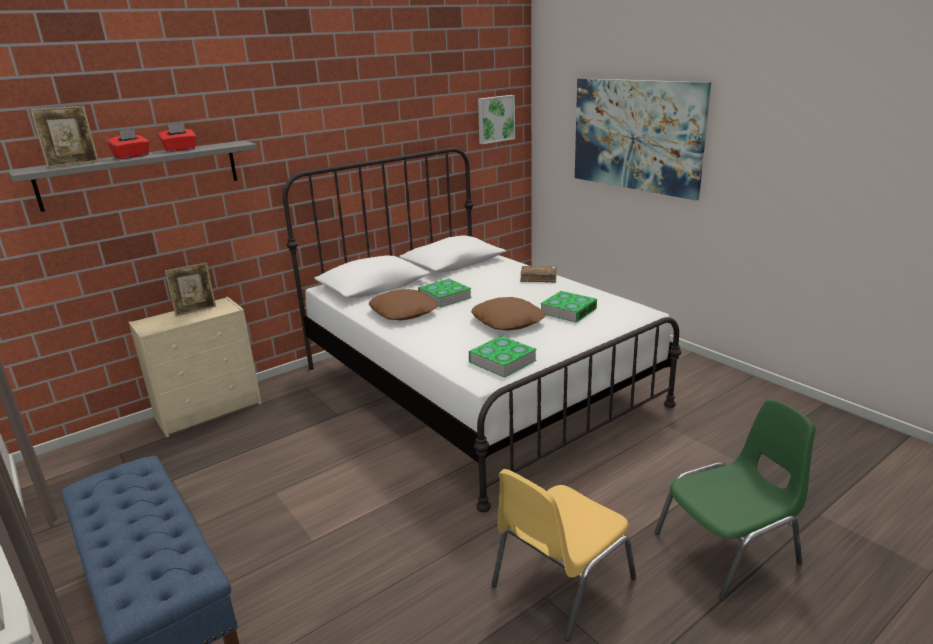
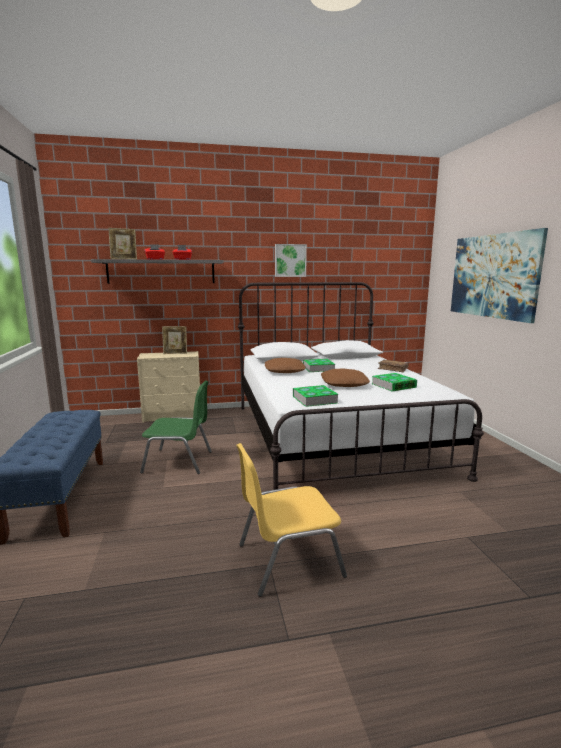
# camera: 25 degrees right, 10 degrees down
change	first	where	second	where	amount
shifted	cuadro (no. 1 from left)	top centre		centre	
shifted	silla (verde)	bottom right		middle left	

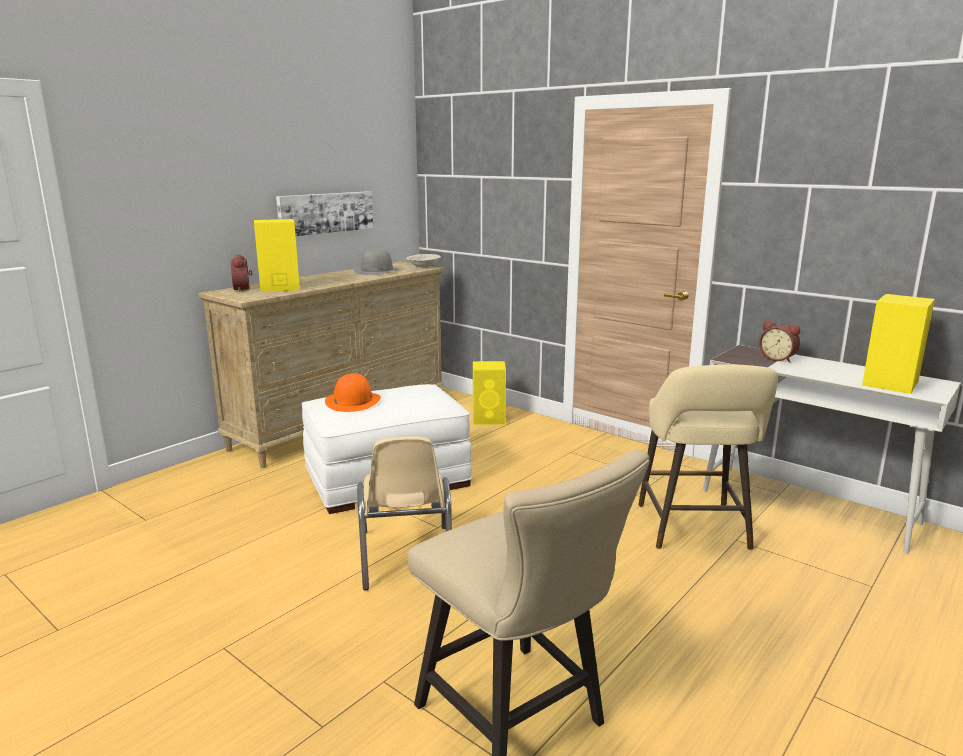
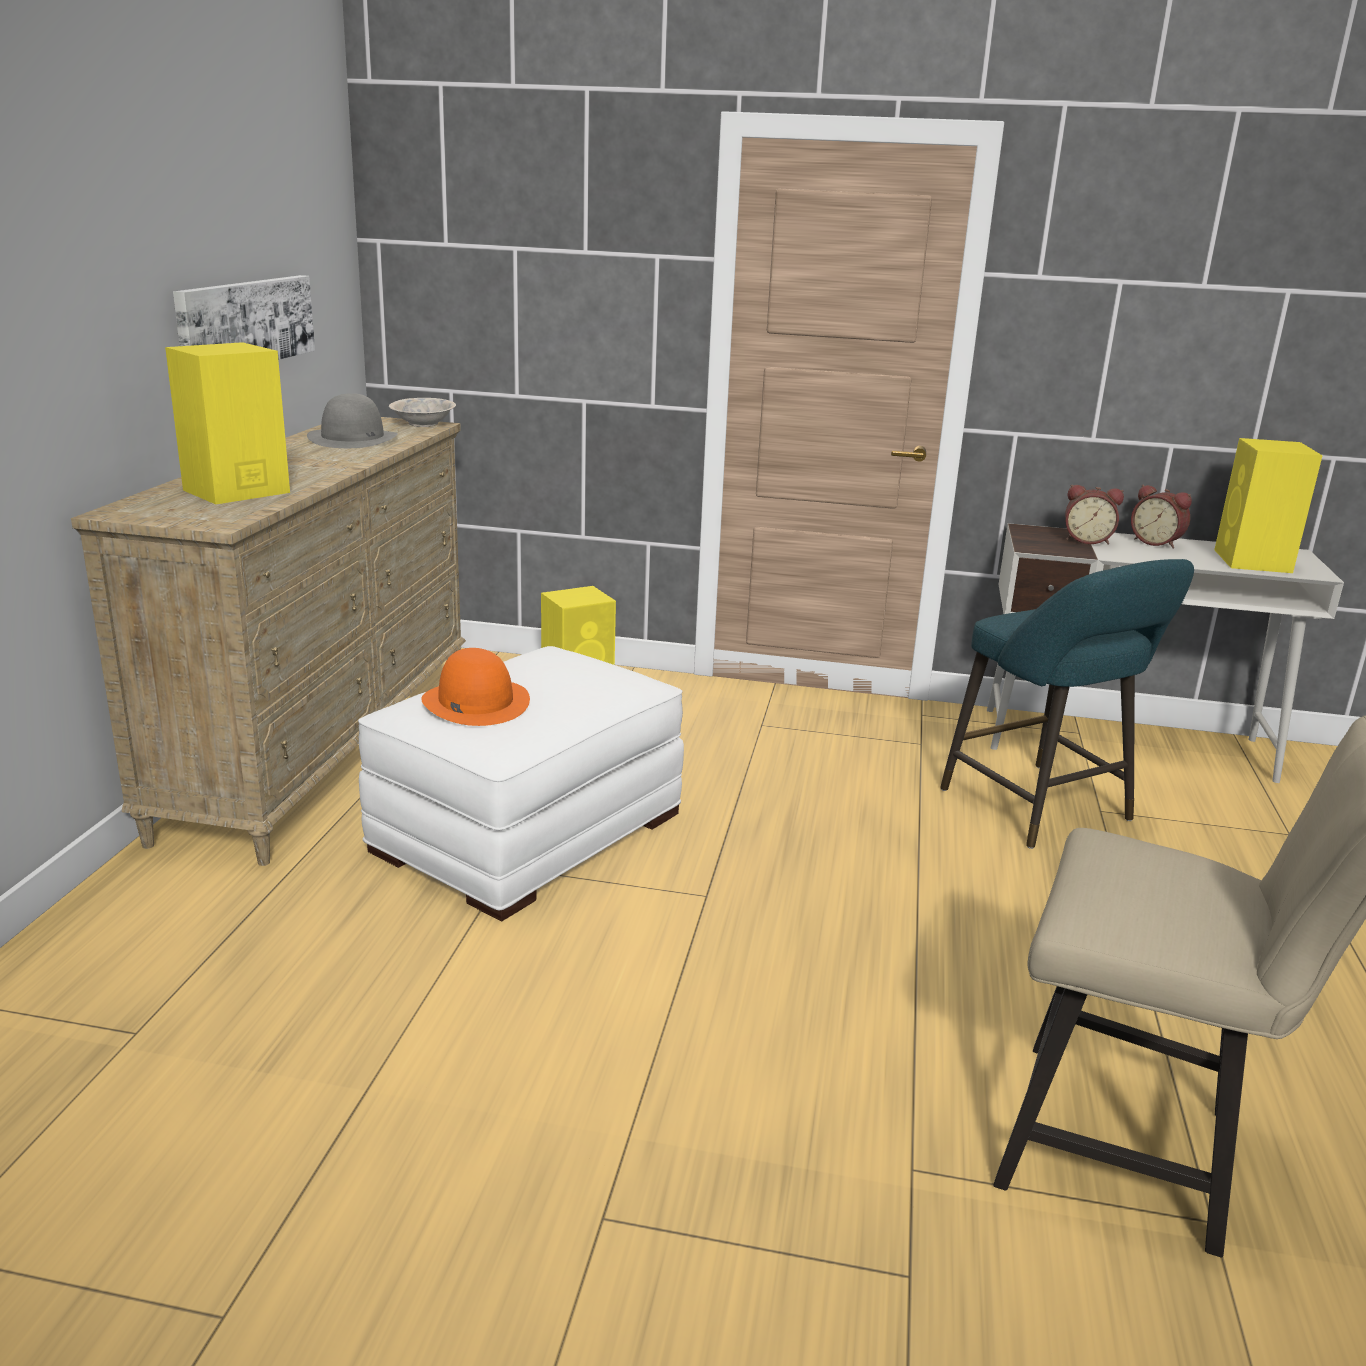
# camera: 30 degrees left, 5 degrees up
change	first	where	second	where	amount
gone	silla (beis) (no. 1 from left)	bottom centre			
shifted	despertador (no. 1 from left in the first image)	middle left	despertador (no. 2 from left)	middle right	
repainted	taburete (beis)	middle right	taburete (turquesa)	middle right	

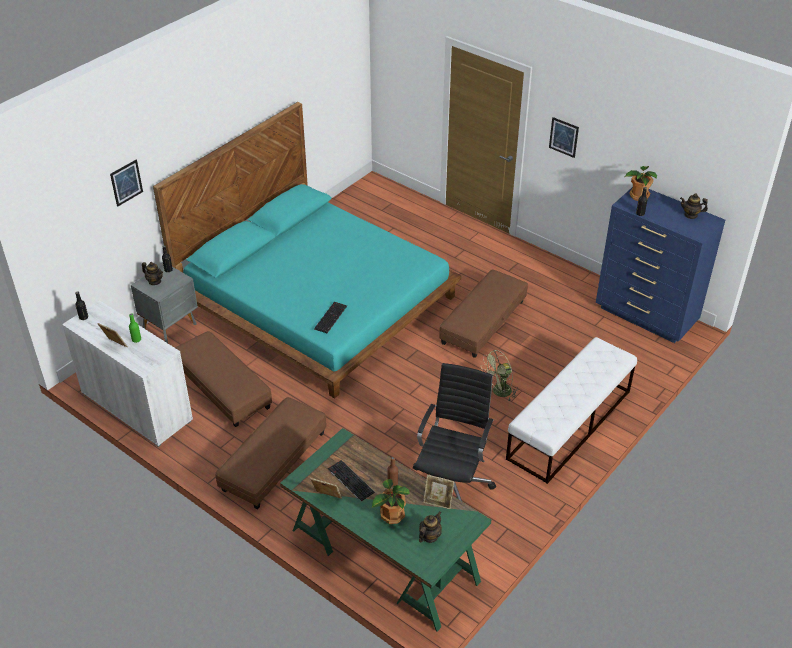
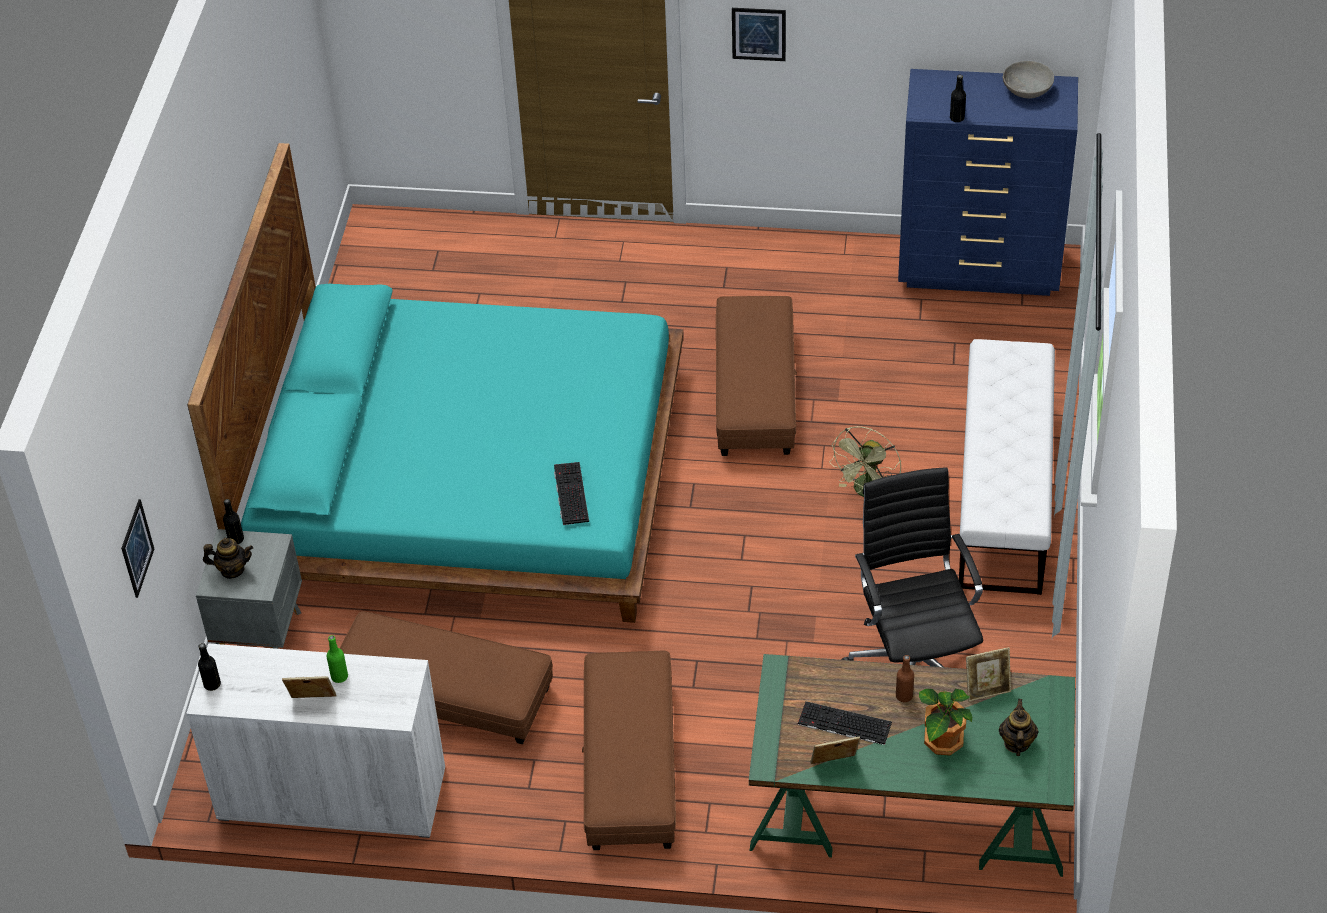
# camera: 30 degrees left, 5 degrees up
change	first	where	second	where	amount
gone	planta en maceta (no. 2 from left)	top right			
shifted	cuadro (no. 1 from left)	top left		middle left	
swapped	tetera (no. 3 from left)	top right	cuenco (gris)	top right	

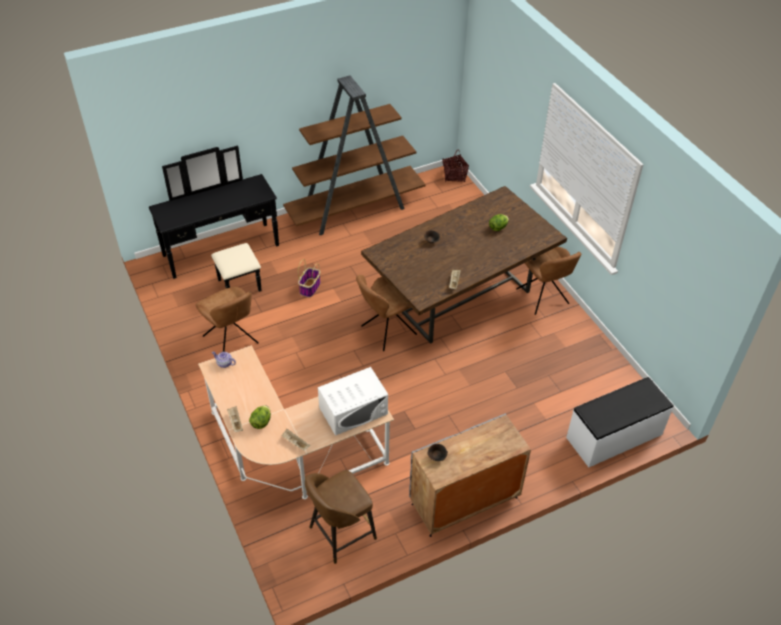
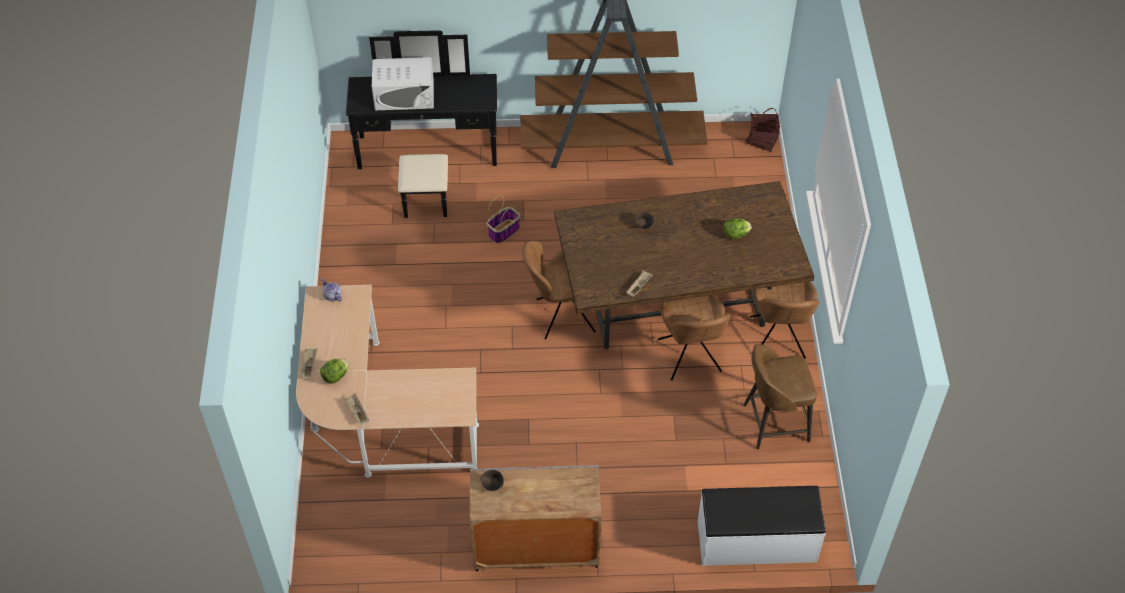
# camera: 25 degrees right, 5 degrees up
change	first	where	second	where	amount
shifted	silla (marrón) (no. 1 from left in the first image)	middle left	silla (marrón) (no. 2 from left)	centre	
shifted	taburete (marrón)	bottom centre		bottom right	
shifted	microondas (blanco)	centre		top centre	

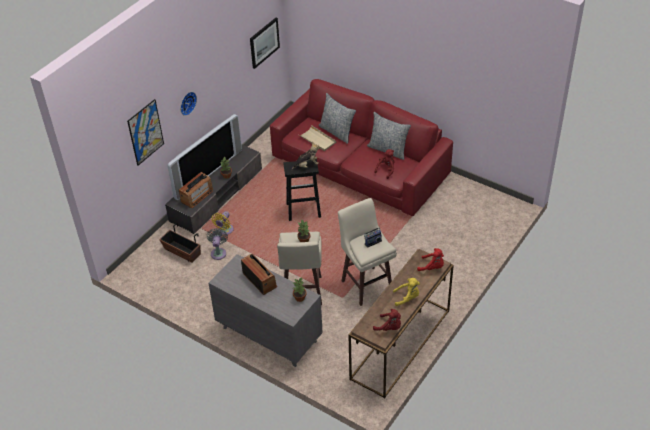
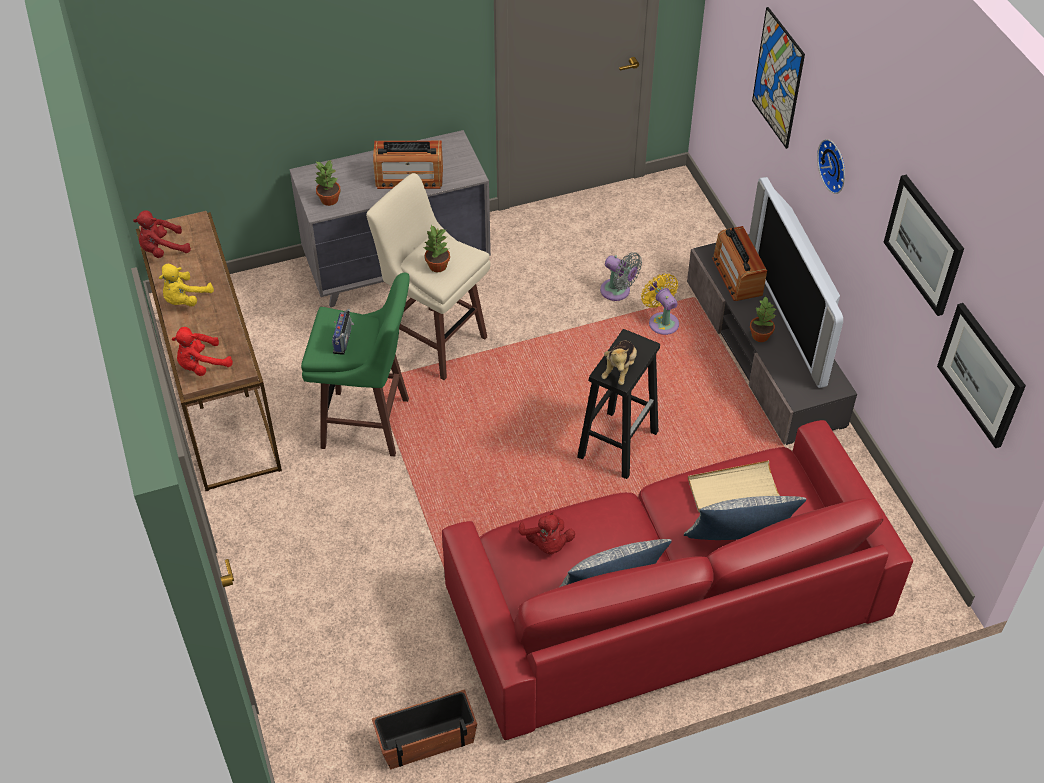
# camera: 125 degrees right, 5 degrees up
change	first	where	second	where	amount
new			cuadro (no. 2 from left)	top right	
shifted	maceta	middle left		bottom centre	
repainted	taburete (beis) (no. 2 from left)	centre	taburete (verde)	centre	

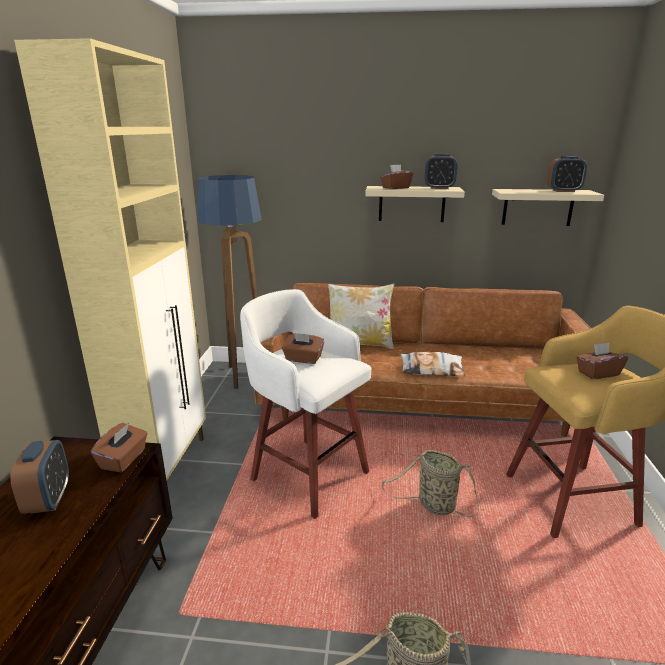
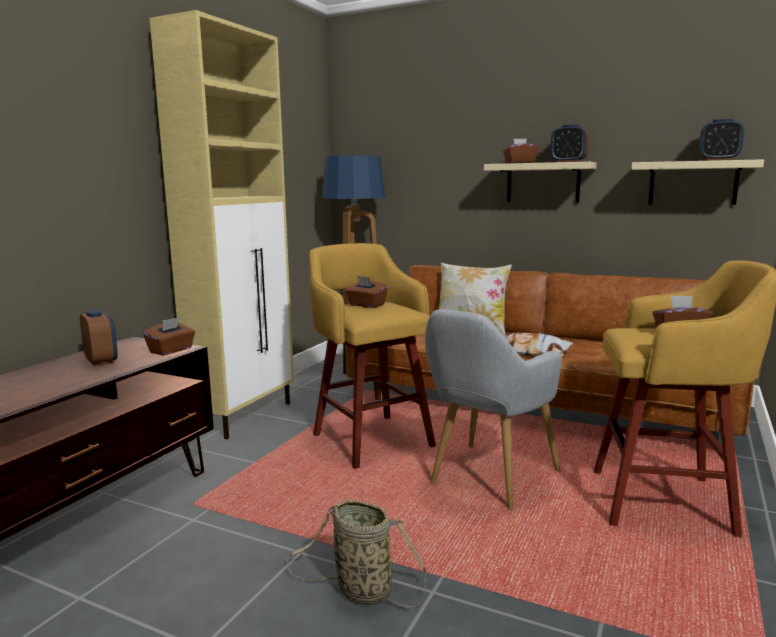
# camera: 20 degrees right, 10 degrees down
change	first	where	second	where	amount
swapped	cesta (no. 2 from left)	bottom centre	sillón (gris)	centre	
repainted	taburete (blanco)	centre	taburete (amarillo) (no. 1 from left)	centre	
rotated	despertador (no. 1 from left)	bottom left		middle left	45 degrees counterclockwise

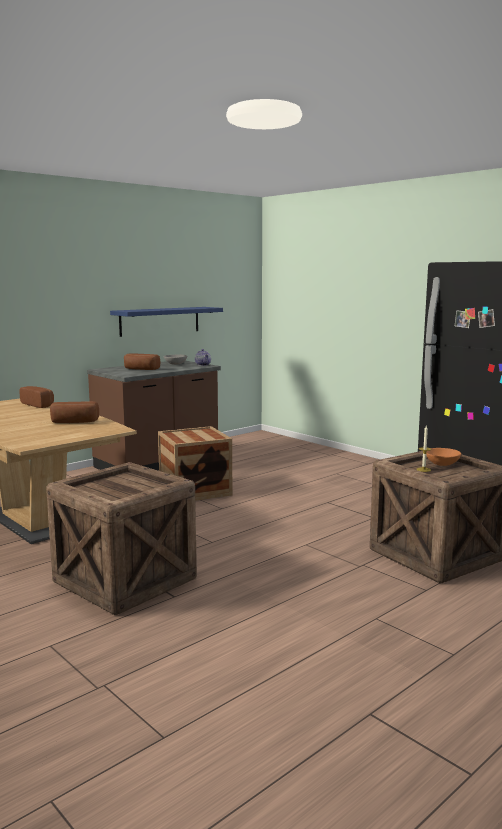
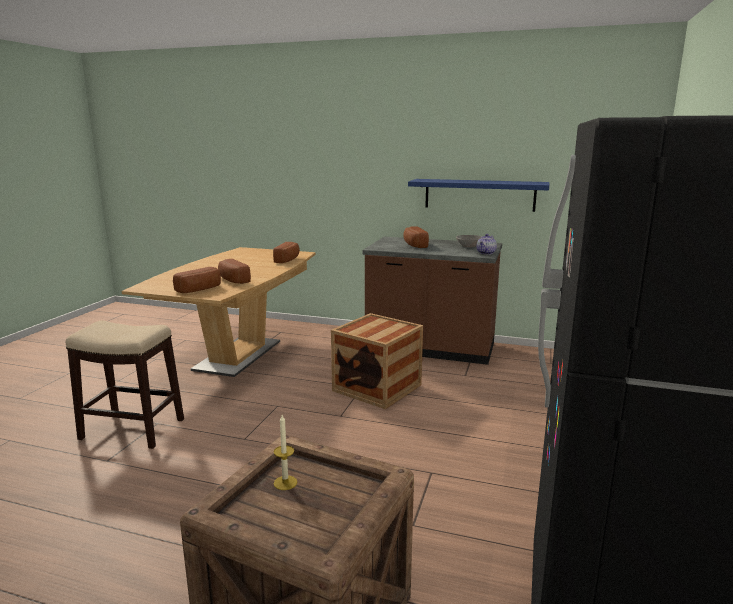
# camera: 60 degrees right, 5 degrees up
change	first	where	second	where	amount
gone	cuenco (naranja)	middle right			
new			pan (no. 1 from left)	middle left	
swapped	caja de embalaje (no. 1 from left)	middle left	taburete	middle left	

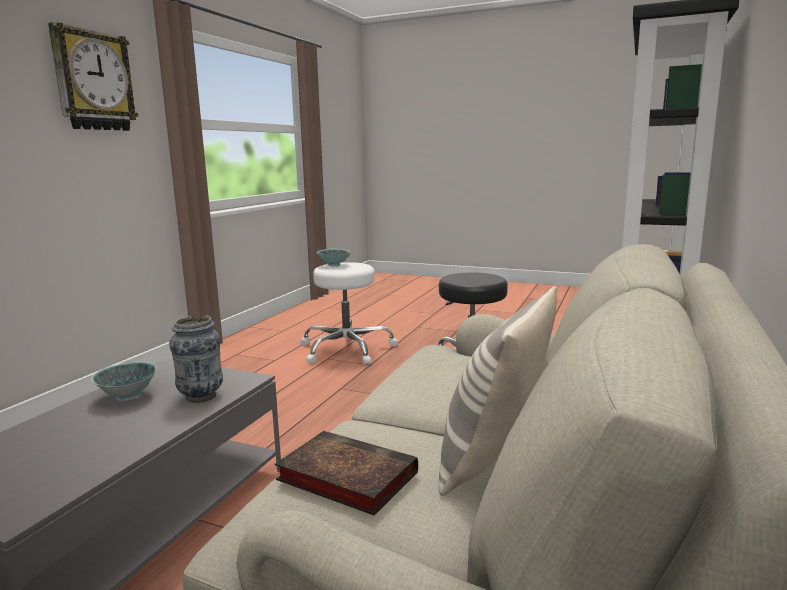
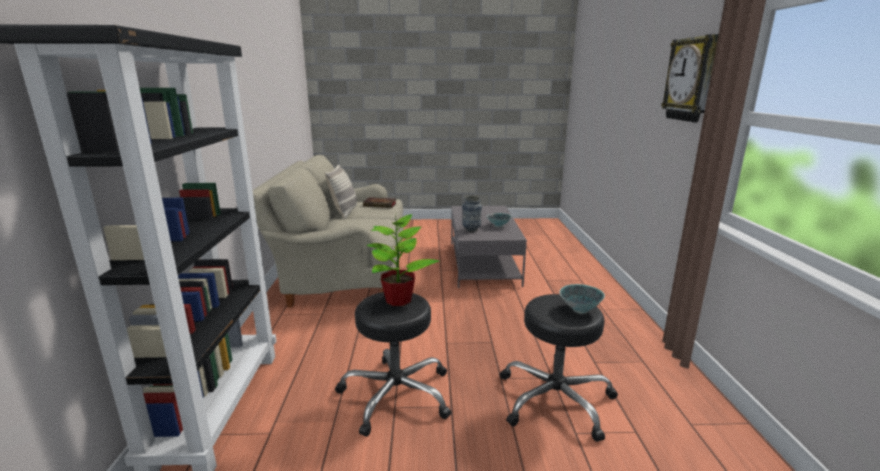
# camera: 155 degrees right, 5 degrees up
change	first	where	second	where	amount
new			planta en maceta	centre	
repainted	taburete (blanco)	centre	taburete (negro) (no. 2 from left)	bottom centre	

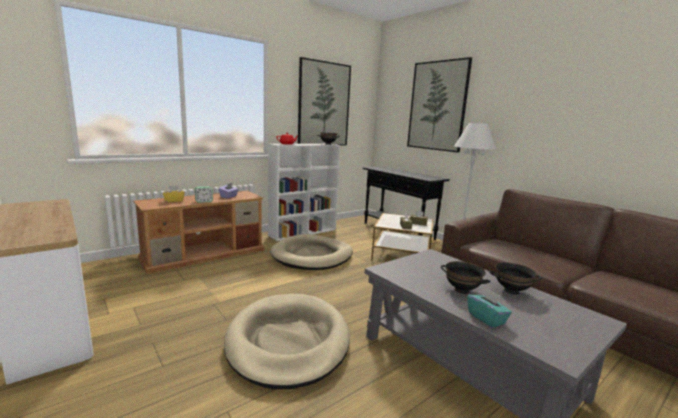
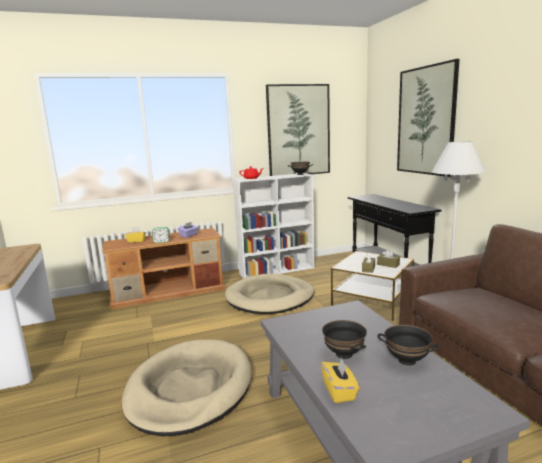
# camera: 20 degrees right, 0 degrees up
change	first	where	second	where	amount
repainted	caja de pañuelos (turquesa)	bottom right	caja de pañuelos (amarillo) (no. 2 from left)	bottom centre	

